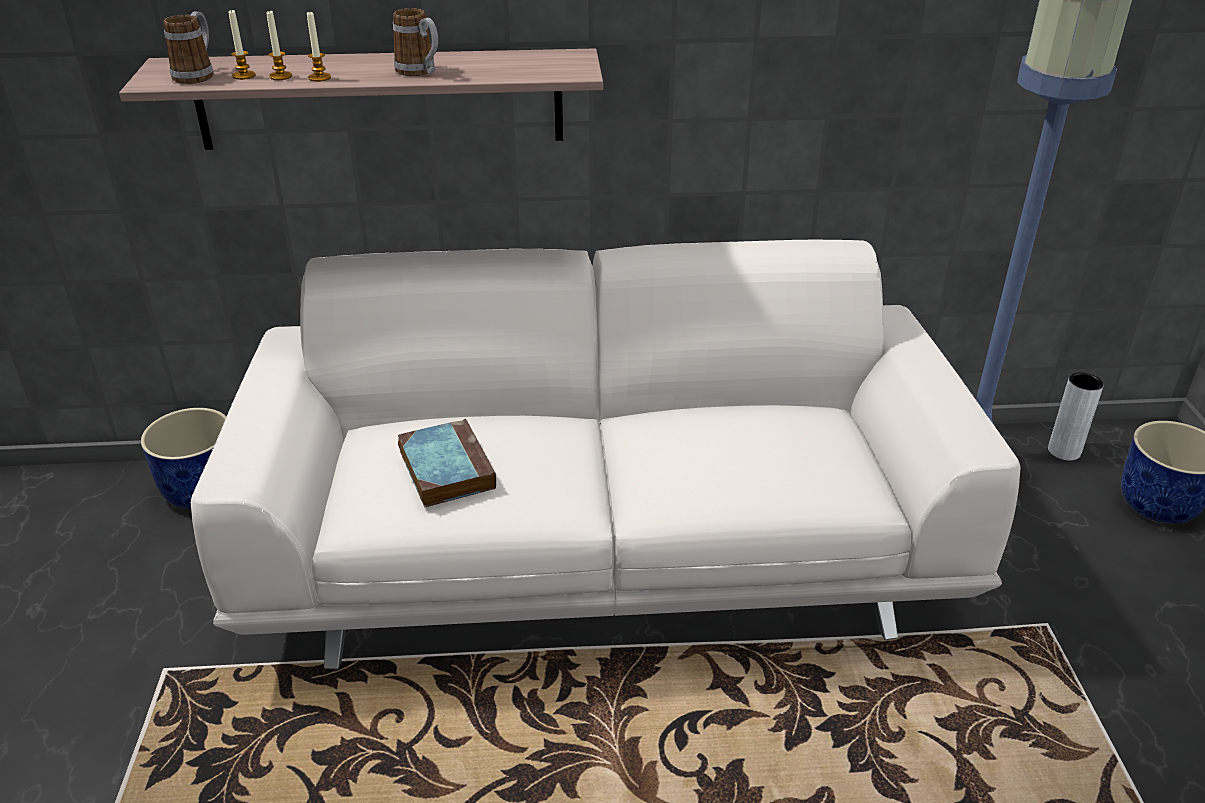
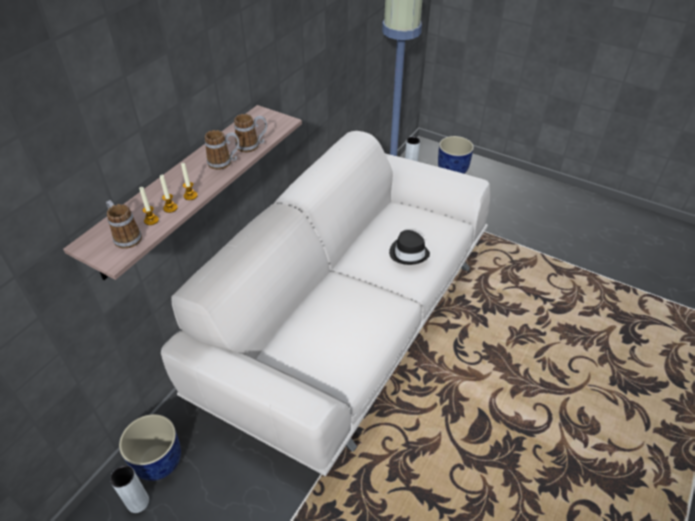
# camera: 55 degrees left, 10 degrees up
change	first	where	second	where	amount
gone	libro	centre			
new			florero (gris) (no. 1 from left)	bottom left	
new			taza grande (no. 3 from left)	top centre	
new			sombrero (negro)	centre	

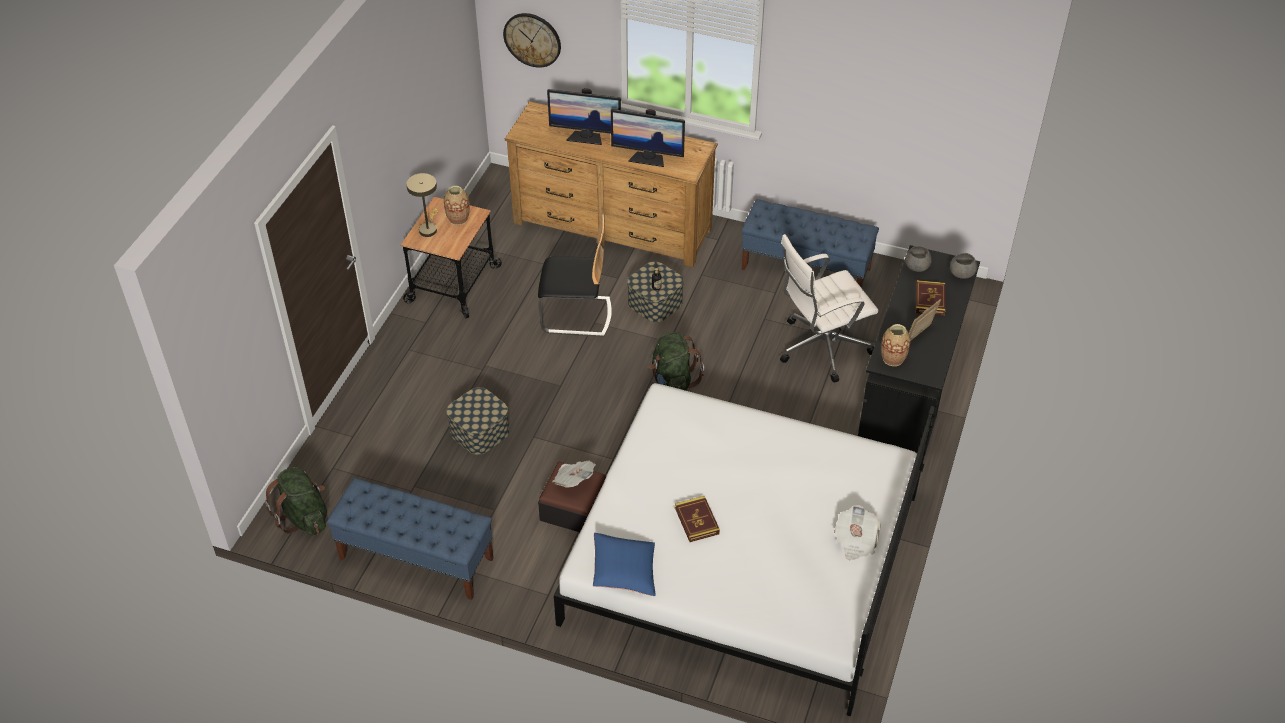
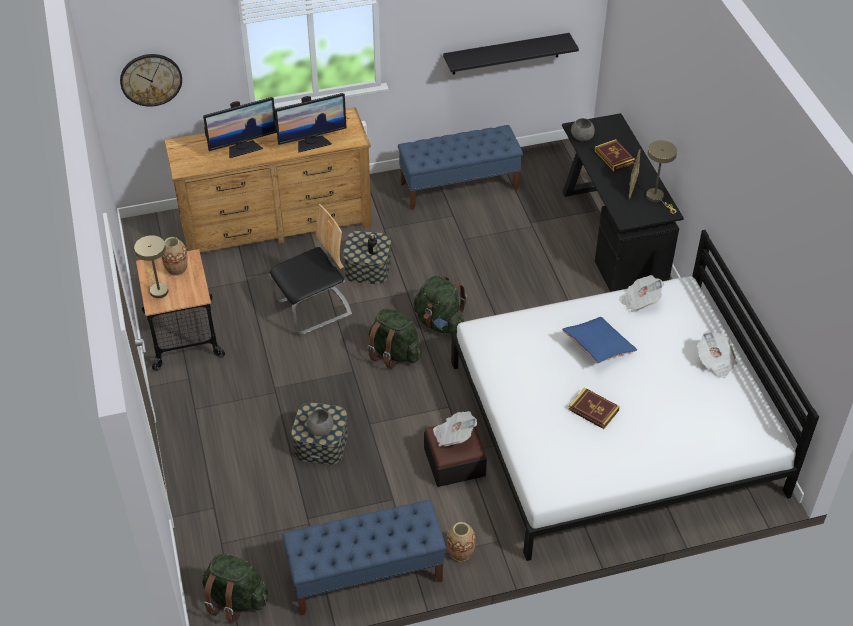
# camera: 35 degrees left, 0 degrees up
change	first	where	second	where	amount
gone	silla de oficina (blanco)	centre			
new			mochila (verde) (no. 2 from left)	centre	
new			estante (negro)	top centre	
new			periódico (no. 2 from left)	middle right	
new			lámpara de mesa (beis) (no. 2 from left)	top right	
shifted	cojín (azul)	bottom centre		middle right	
shifted	florero (no. 2 from left)	middle right		bottom centre	
shifted	cuenco (gris) (no. 2 from left in the first image)	middle right	cuenco (gris) (no. 1 from left)	bottom centre	

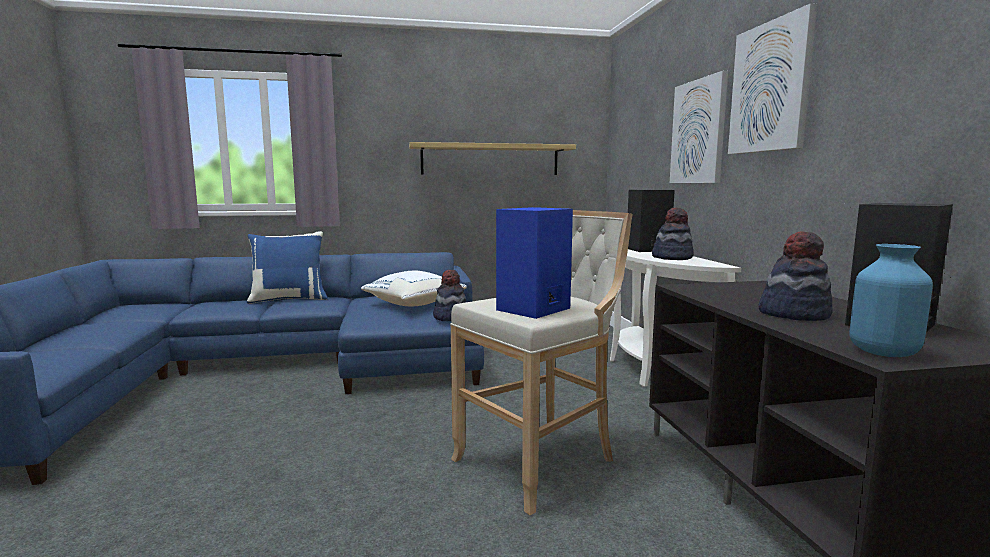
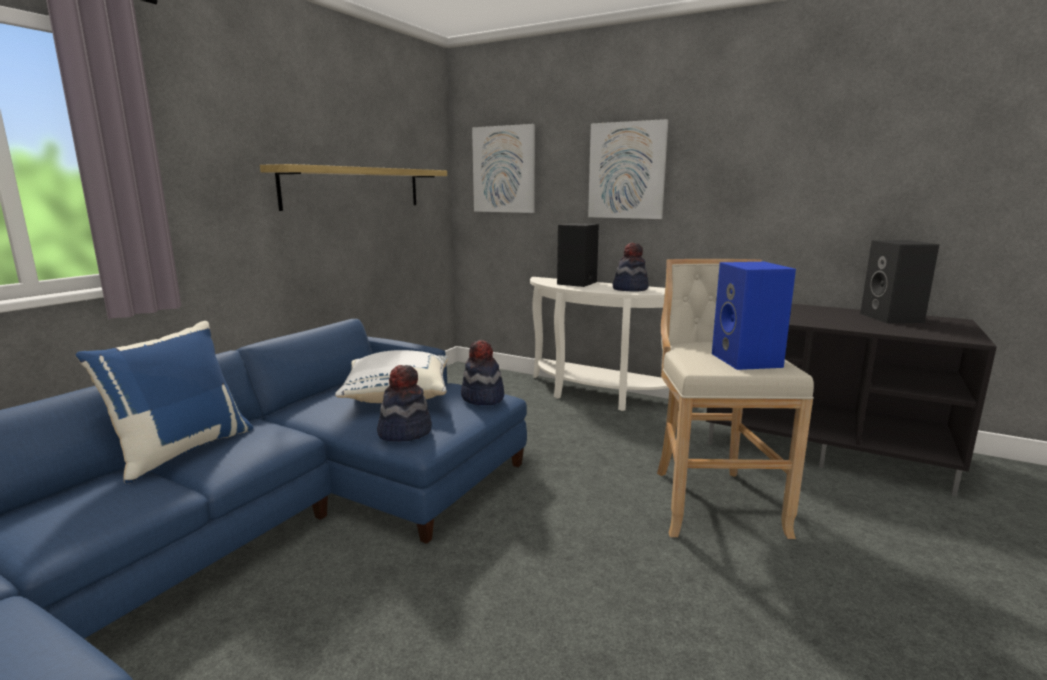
# camera: 50 degrees left, 5 degrees up
change	first	where	second	where	amount
gone	florero (azul)	middle right			
shifted	cuadro (no. 2 from left in the first image)	top right	cuadro (no. 1 from left)	top centre	
shifted	sombrero (no. 3 from left in the first image)	middle right	sombrero (no. 1 from left)	centre	

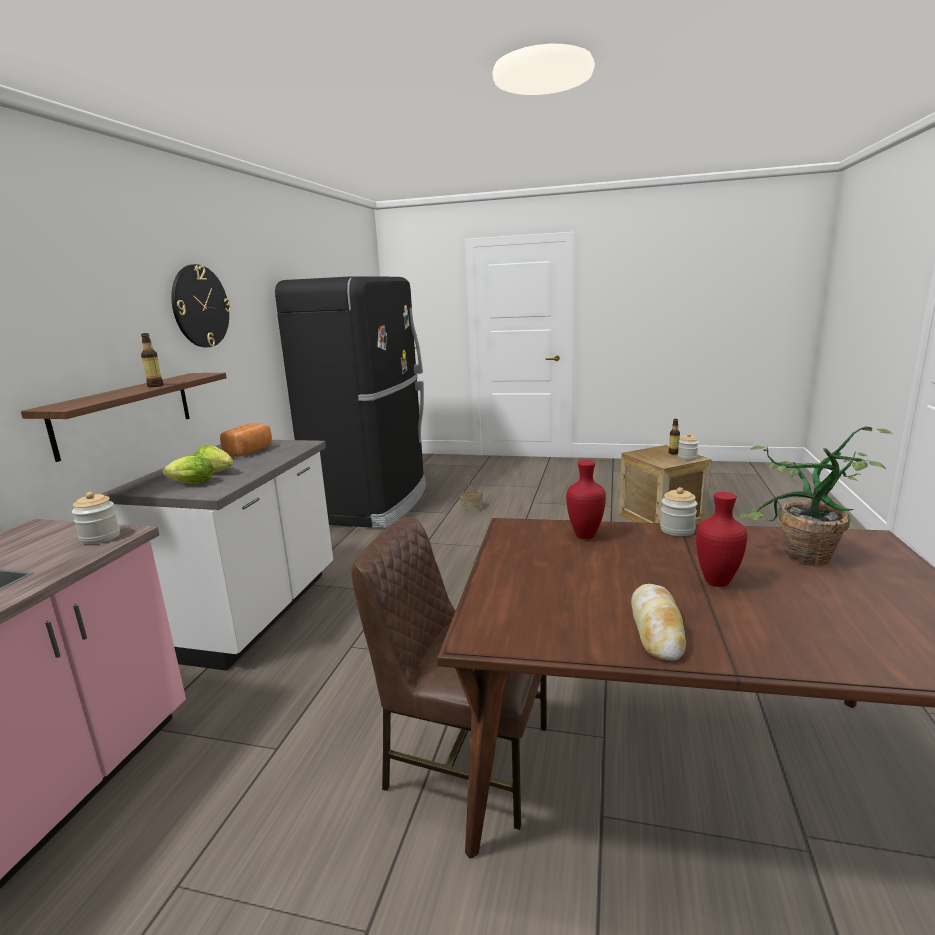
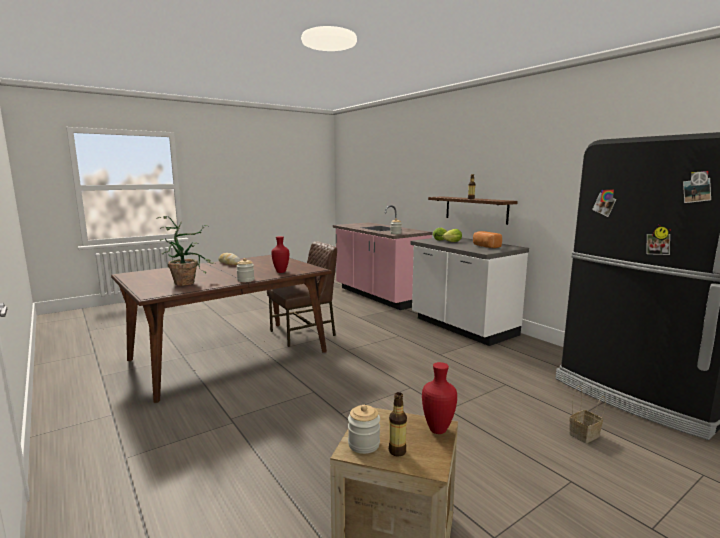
# camera: 130 degrees right, 5 degrees down
change	first	where	second	where	amount
gone	reloj de pared	top left			
shifted	florero (rojo) (no. 2 from left)	middle right		bottom centre	

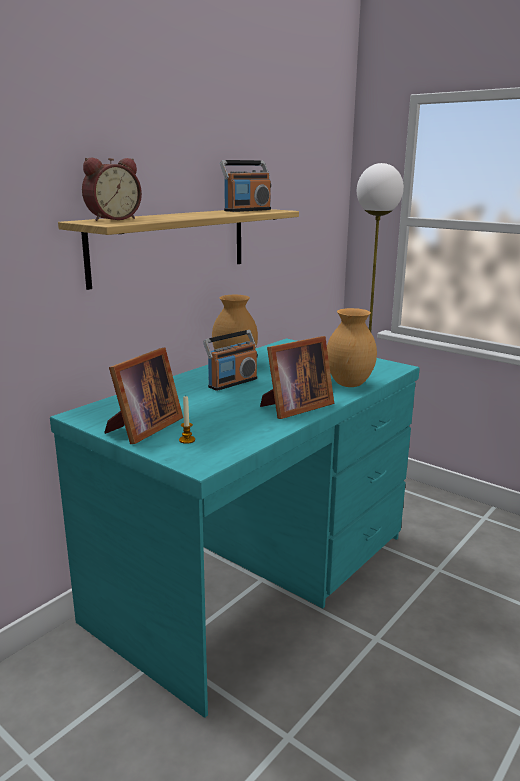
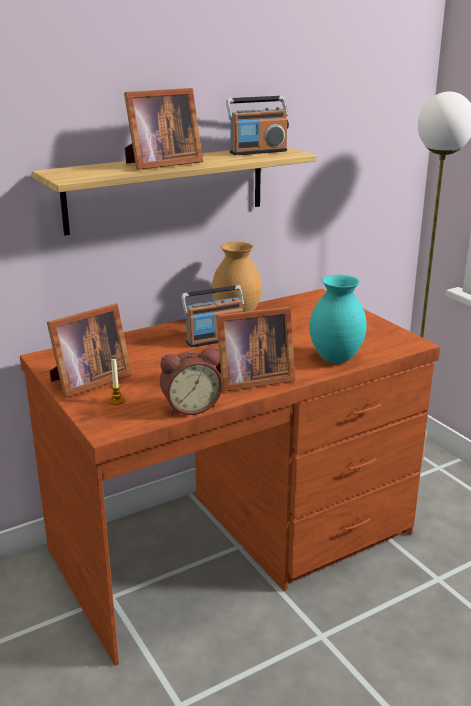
# camera: 20 degrees right, 5 degrees up
change	first	where	second	where	amount
new			portarretratos (no. 2 from left)	top centre	
shifted	despertador	top left		centre	
repainted	escritorio (turquesa)	bottom centre	escritorio (marrón)	bottom centre	
repainted	florero (marrón) (no. 2 from left)	middle right	florero (turquesa)	middle right	

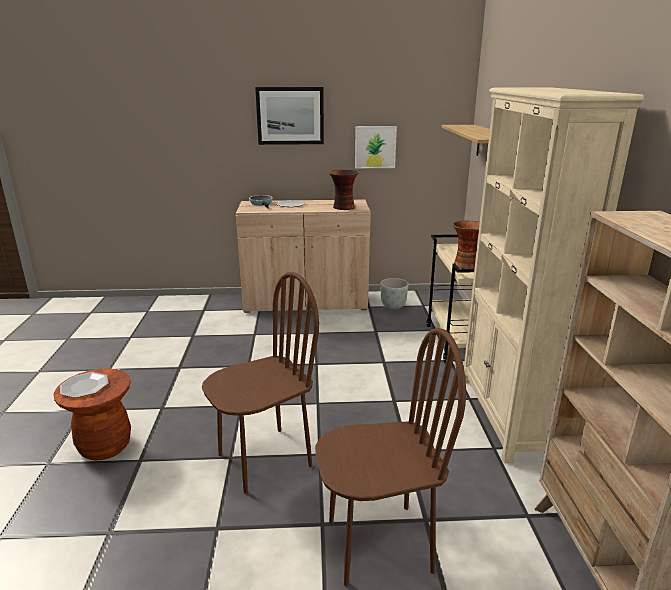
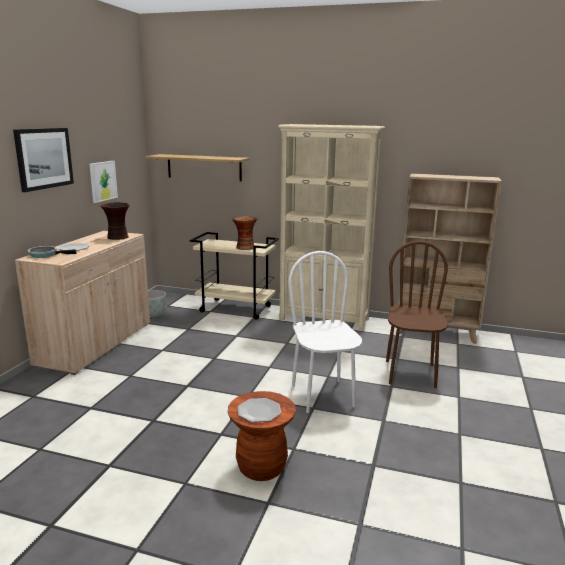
# camera: 70 degrees left, 5 degrees down
change	first	where	second	where	amount
repainted	silla (marrón) (no. 1 from left)	centre	silla (blanco)	centre	

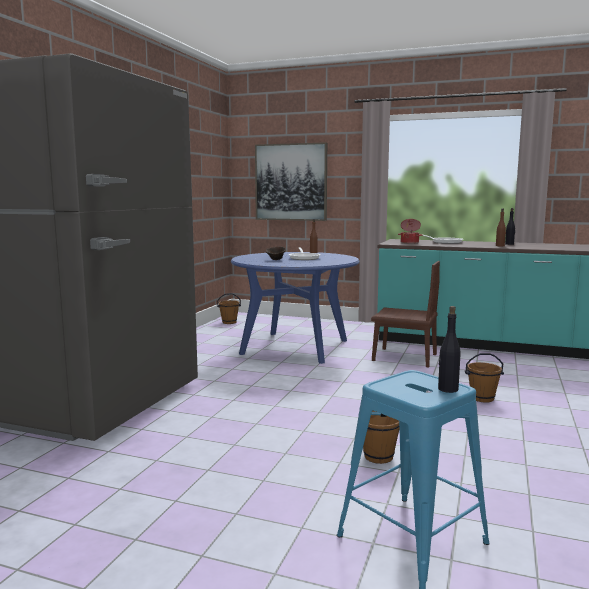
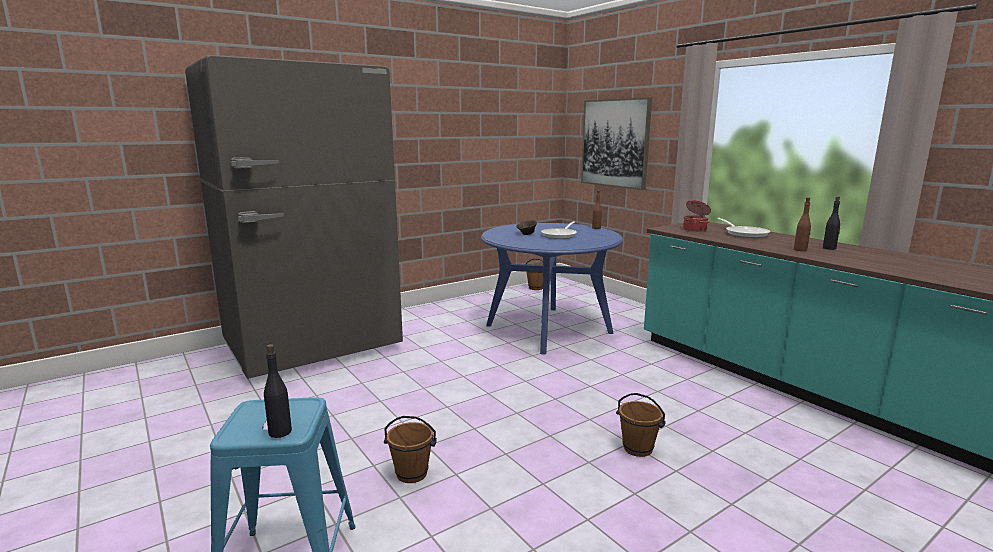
# camera: 35 degrees right, 5 degrees up
change	first	where	second	where	amount
gone	silla (marrón)	middle right			

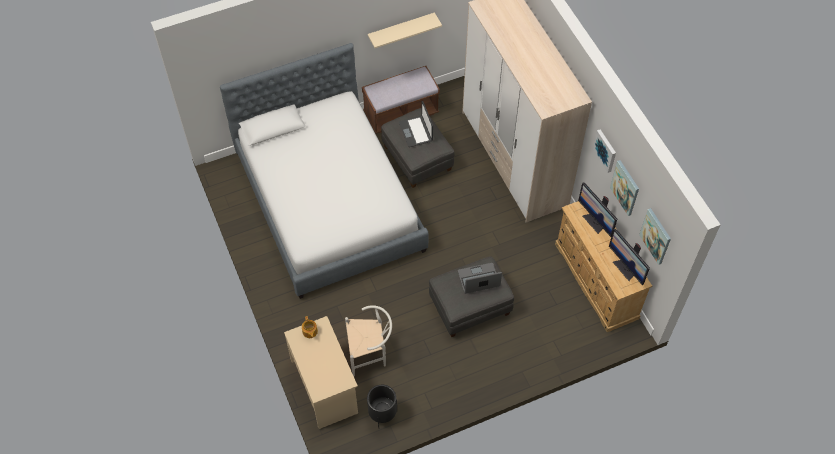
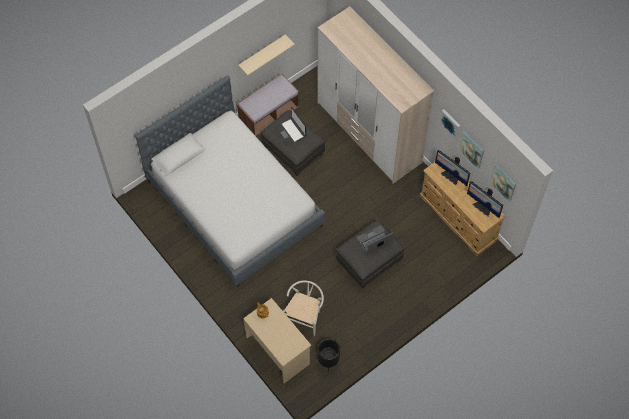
# camera: 15 degrees left, 5 degrees up
change	first	where	second	where	amount
rotated	silla (blanco)	bottom centre		bottom centre	45 degrees counterclockwise

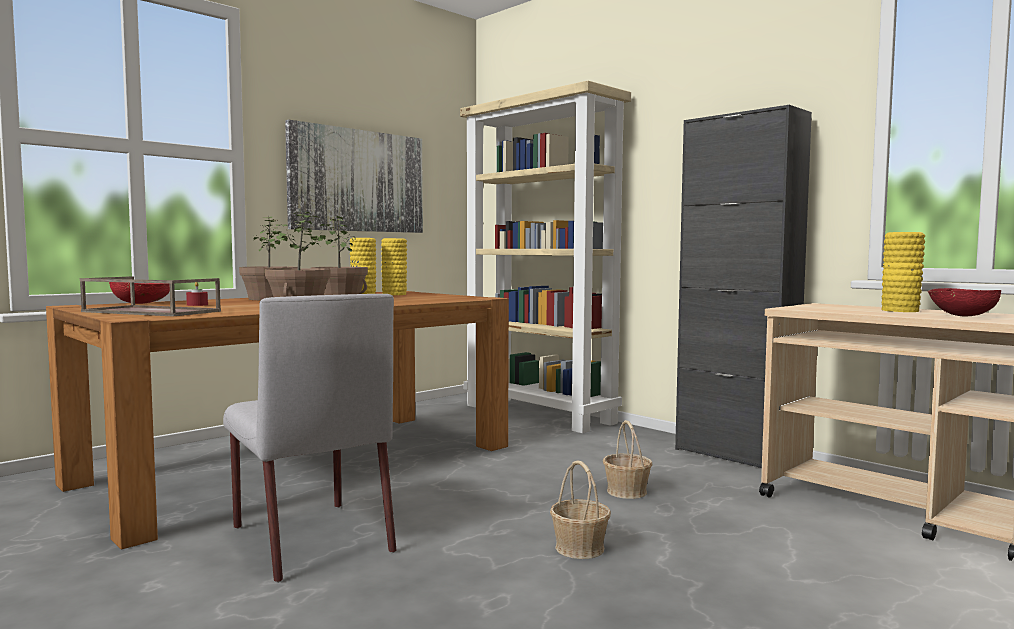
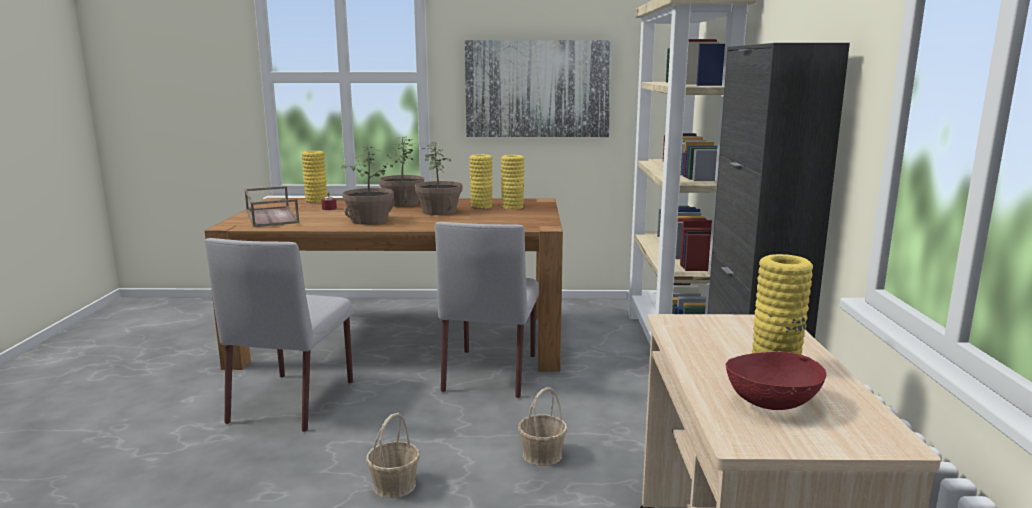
# camera: 45 degrees right, 10 degrees up
change	first	where	second	where	amount
new			silla (gris) (no. 2 from left)	centre	
swapped	cuenco (rojo) (no. 1 from left)	middle left	florero (amarillo) (no. 1 from left)	middle left	

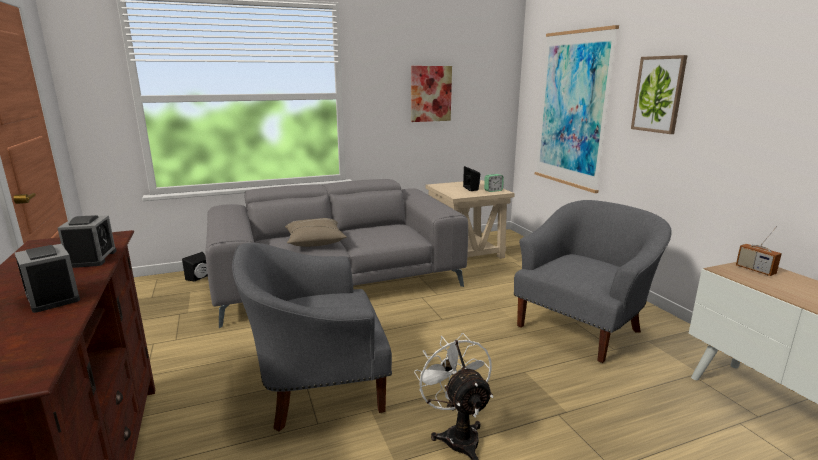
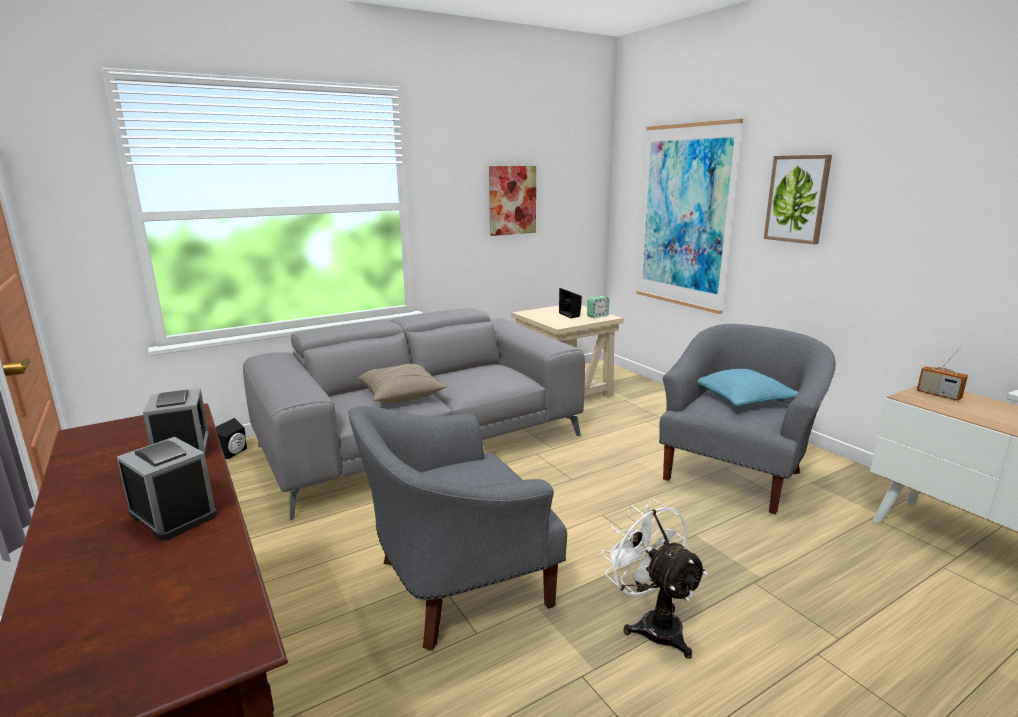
# camera: 10 degrees left, 0 degrees up
change	first	where	second	where	amount
new			cojín (turquesa)	middle right	

